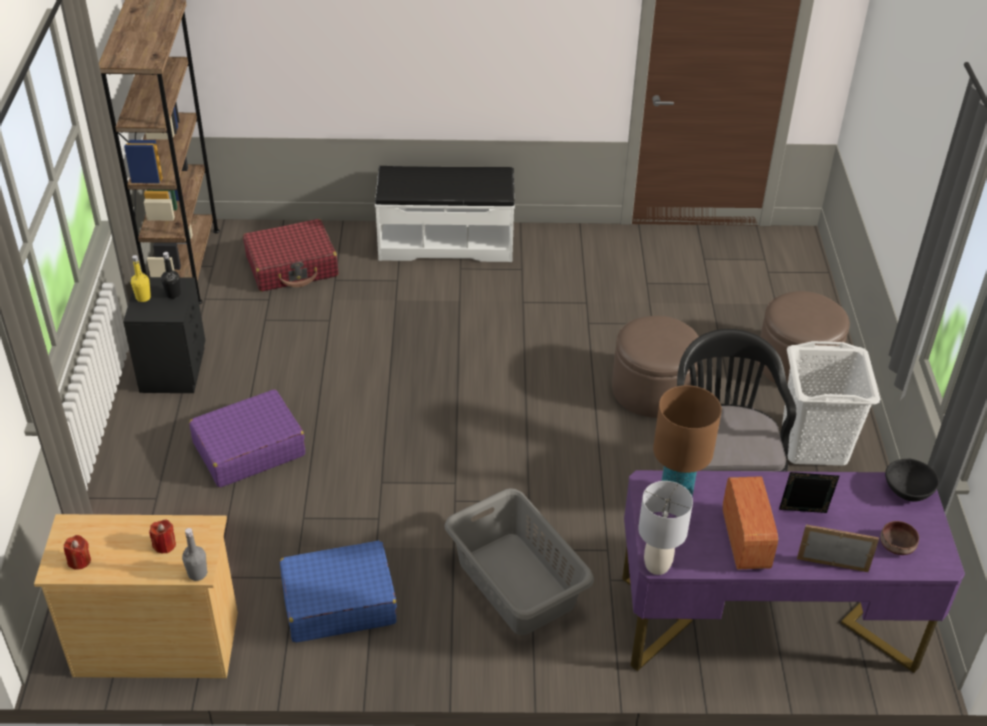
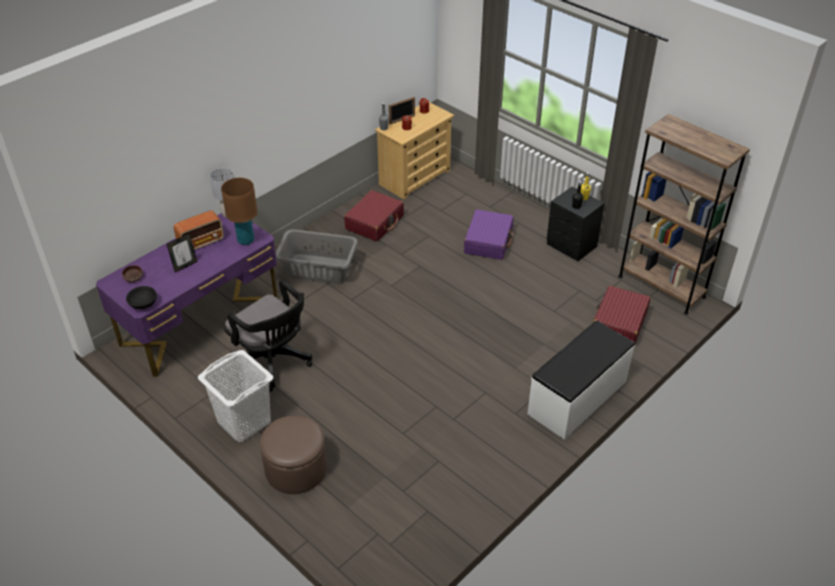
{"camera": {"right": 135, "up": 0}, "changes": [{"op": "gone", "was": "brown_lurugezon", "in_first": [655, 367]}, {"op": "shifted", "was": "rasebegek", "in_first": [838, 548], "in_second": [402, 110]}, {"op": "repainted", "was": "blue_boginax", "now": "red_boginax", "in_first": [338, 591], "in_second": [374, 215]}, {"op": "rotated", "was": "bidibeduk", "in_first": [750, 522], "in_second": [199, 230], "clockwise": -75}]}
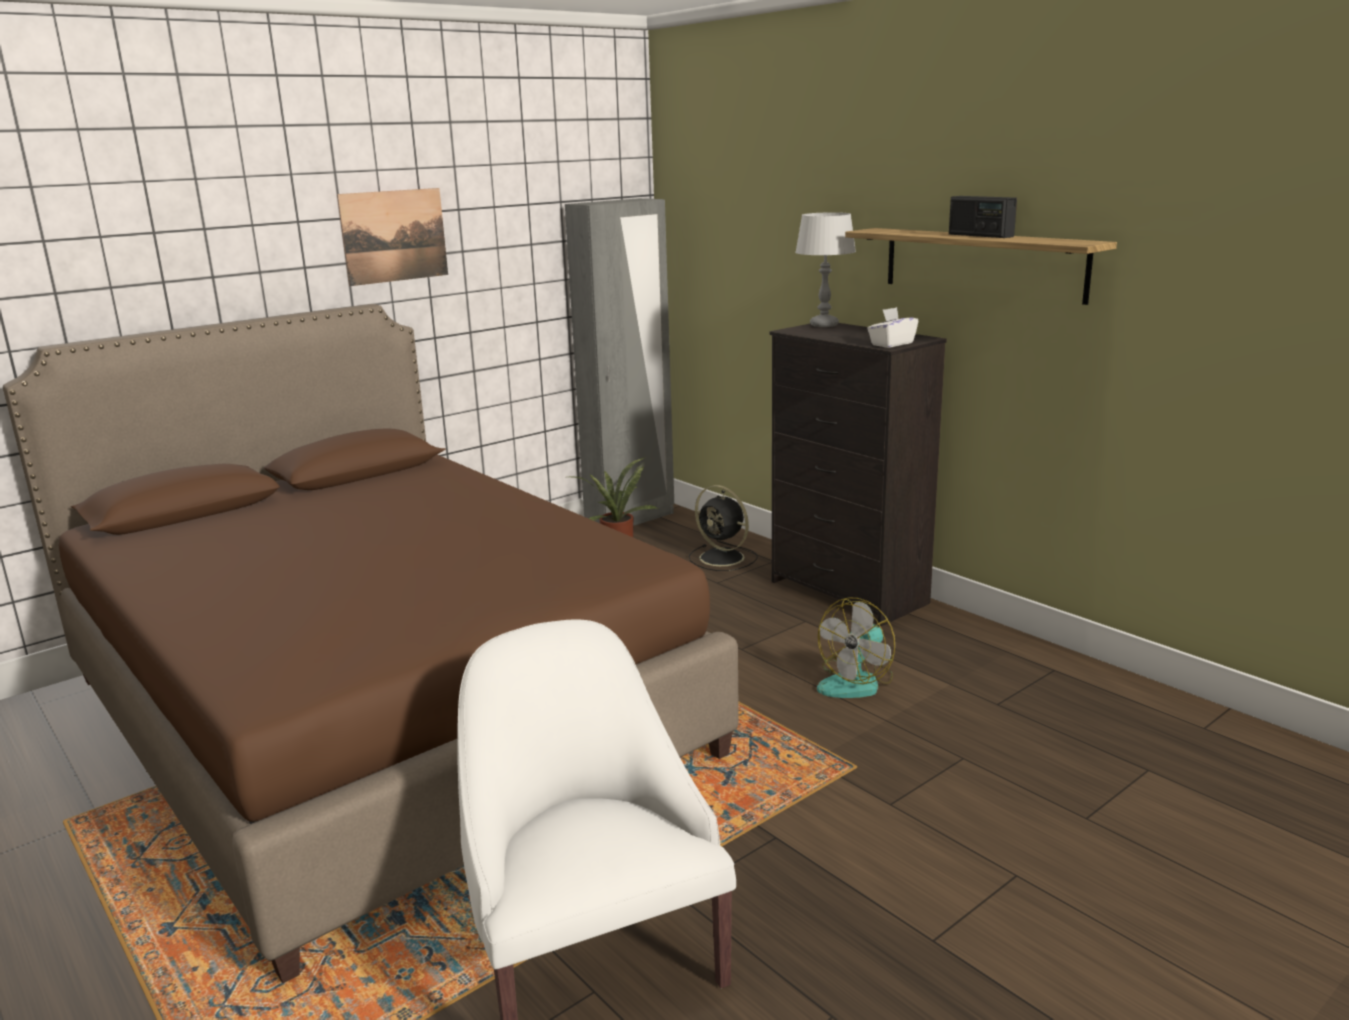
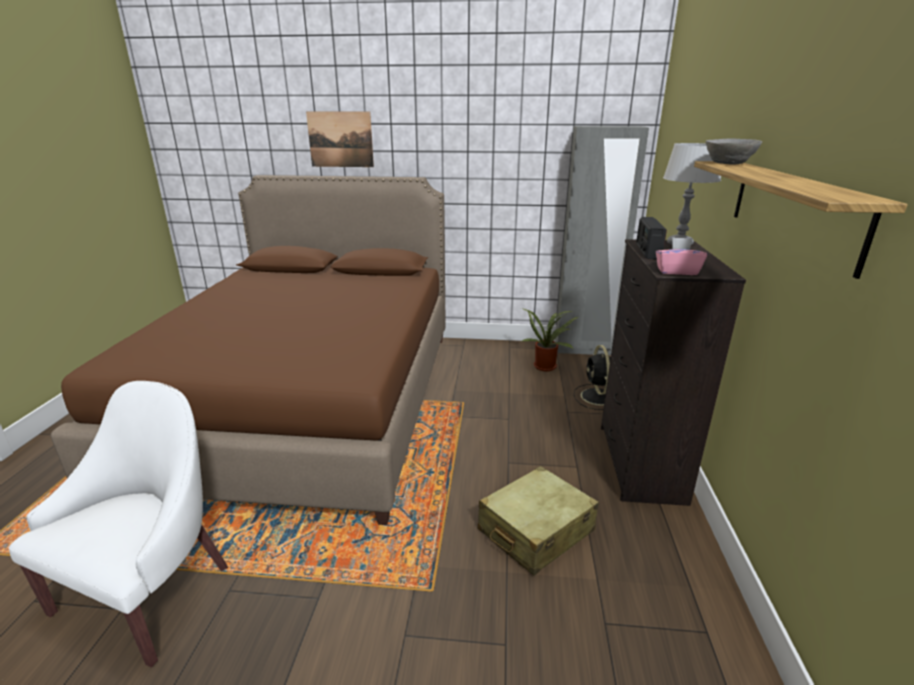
{"camera": {"right": 45, "up": 5}, "changes": [{"op": "new", "now": "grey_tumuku", "in_second": [734, 152]}, {"op": "shifted", "was": "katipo", "in_first": [392, 237], "in_second": [340, 139]}, {"op": "shifted", "was": "bidibeduk", "in_first": [983, 217], "in_second": [651, 238]}, {"op": "swapped", "was": "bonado", "now": "beige_boginax", "in_first": [856, 647], "in_second": [538, 520]}, {"op": "repainted", "was": "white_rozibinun", "now": "pink_rozibinun", "in_first": [893, 327], "in_second": [681, 256]}]}
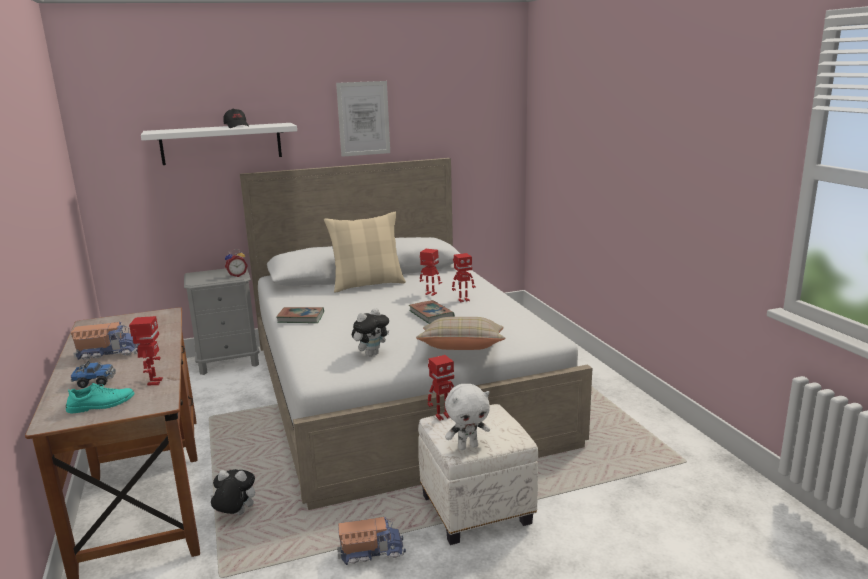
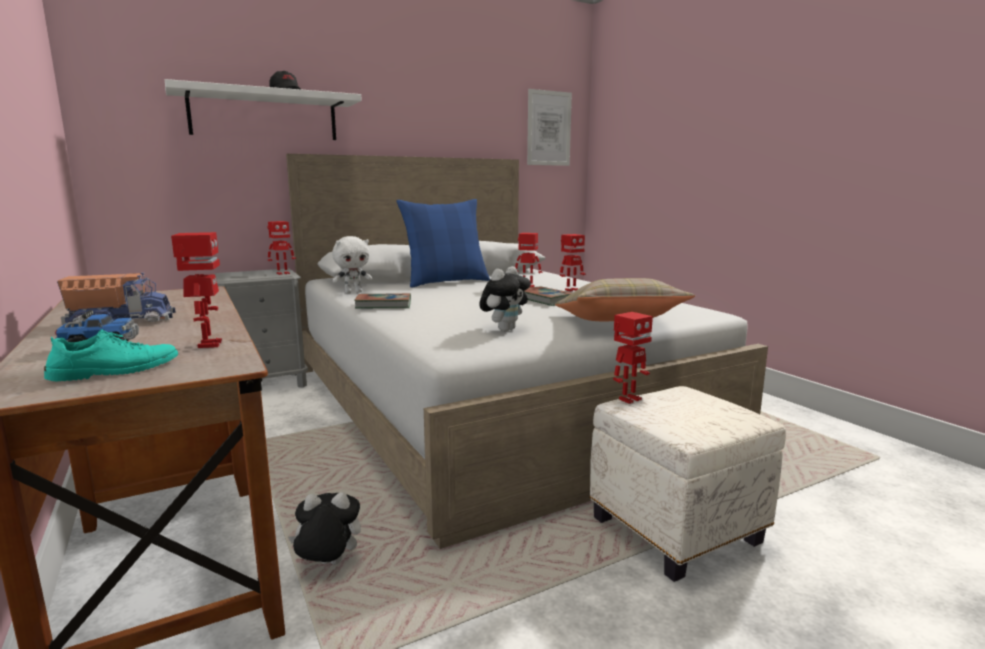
{"camera": {"right": -10, "up": -5}, "changes": [{"op": "gone", "was": "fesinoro", "in_first": [371, 541]}, {"op": "shifted", "was": "katipo", "in_first": [363, 119], "in_second": [549, 127]}, {"op": "shifted", "was": "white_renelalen", "in_first": [467, 417], "in_second": [352, 265]}, {"op": "swapped", "was": "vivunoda", "now": "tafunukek", "in_first": [236, 263], "in_second": [281, 248]}, {"op": "repainted", "was": "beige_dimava", "now": "blue_dimava", "in_first": [365, 252], "in_second": [443, 243]}]}
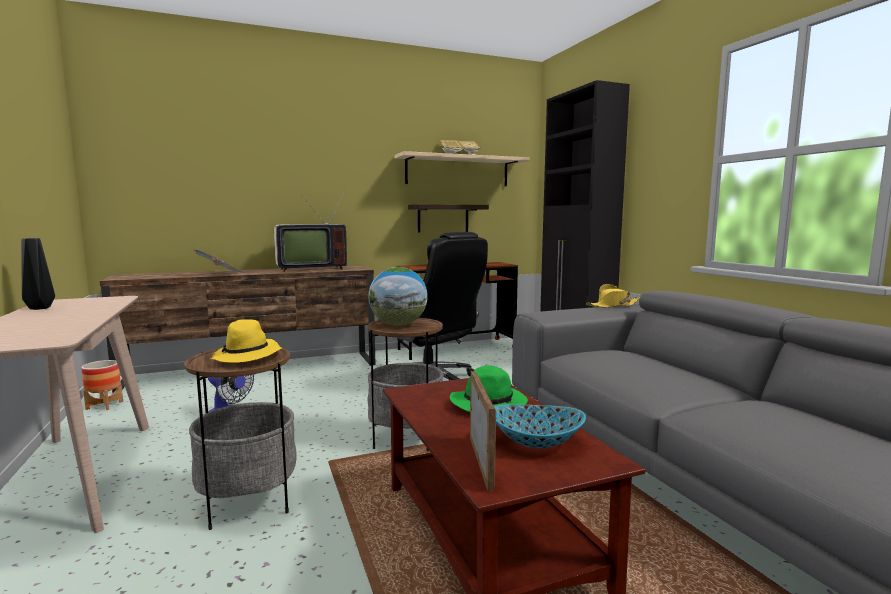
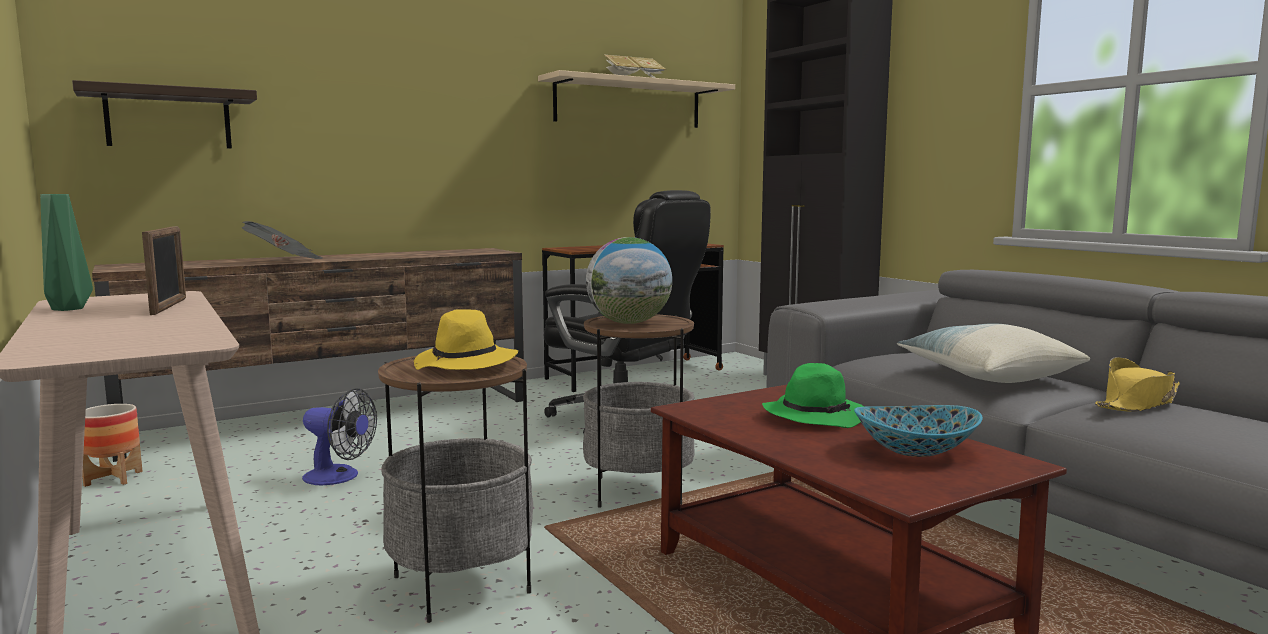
{"camera": {"right": -10, "up": 0}, "changes": [{"op": "gone", "was": "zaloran", "in_first": [310, 232]}, {"op": "new", "now": "dimava", "in_second": [993, 353]}, {"op": "shifted", "was": "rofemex", "in_first": [448, 218], "in_second": [164, 114]}, {"op": "shifted", "was": "rasebegek", "in_first": [483, 431], "in_second": [164, 270]}, {"op": "shifted", "was": "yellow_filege", "in_first": [613, 296], "in_second": [1137, 384]}, {"op": "repainted", "was": "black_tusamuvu", "now": "green_tusamuvu", "in_first": [38, 274], "in_second": [66, 252]}]}
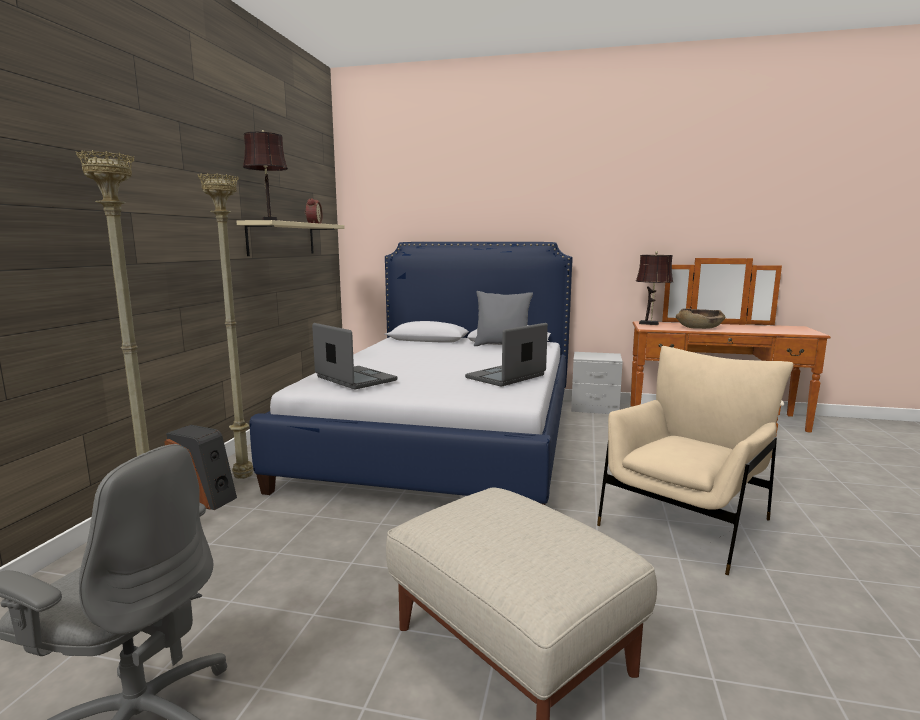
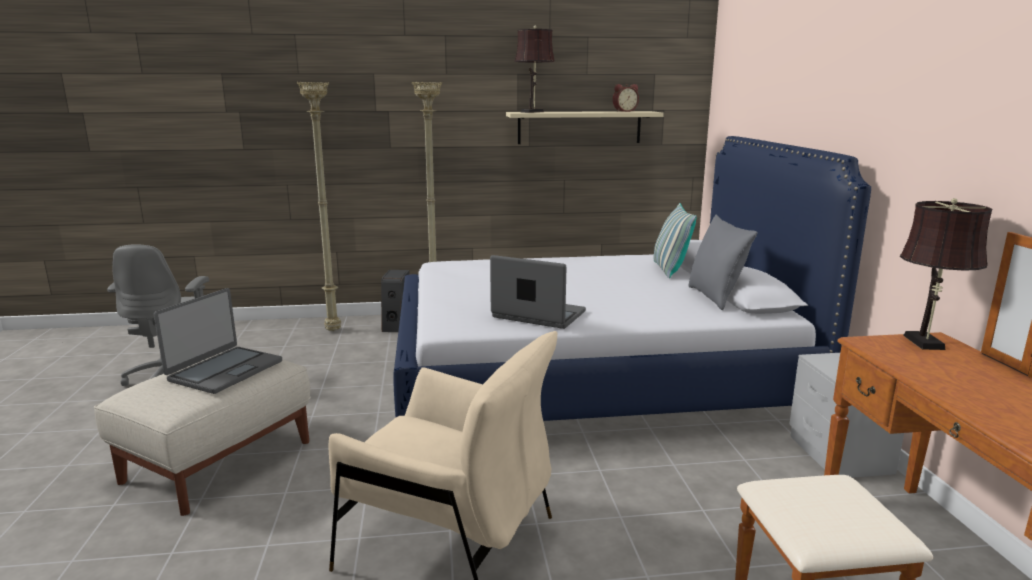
{"camera": {"right": 70, "up": 5}, "changes": [{"op": "gone", "was": "brown_tumuku", "in_first": [700, 318]}, {"op": "new", "now": "dimava", "in_second": [675, 240]}, {"op": "shifted", "was": "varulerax", "in_first": [354, 356], "in_second": [218, 341]}]}
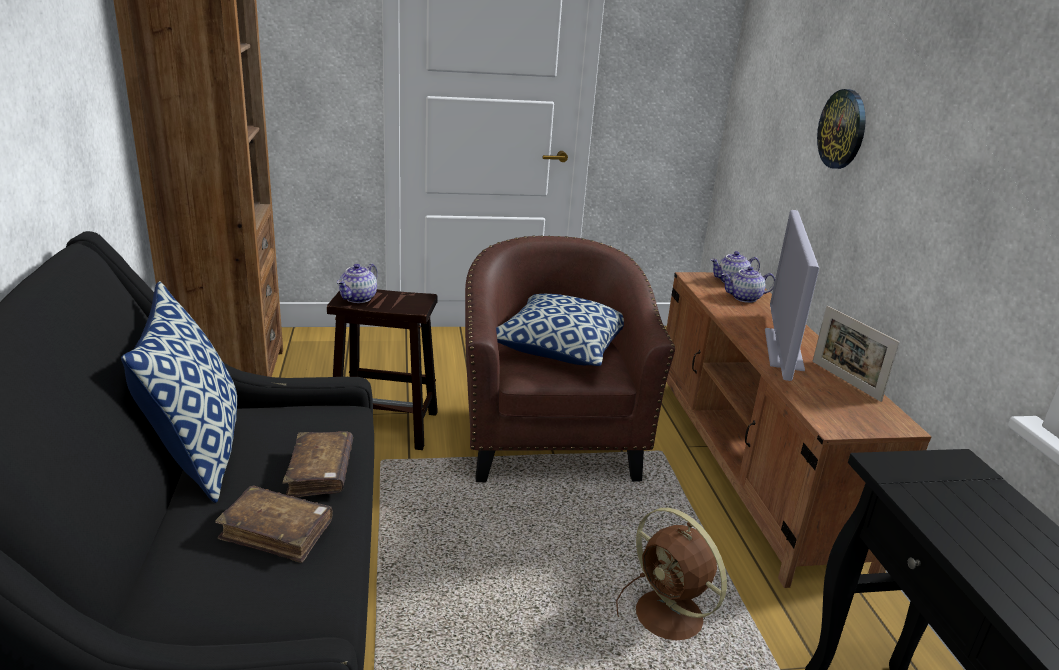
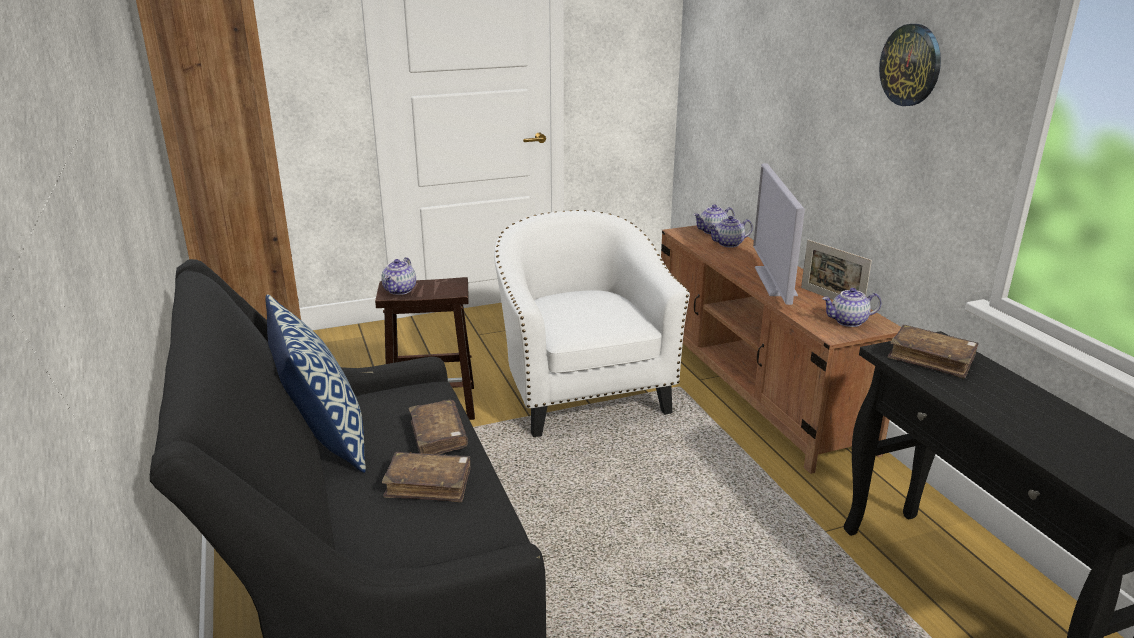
{"camera": {"right": -10, "up": 0}, "changes": [{"op": "gone", "was": "dimava", "in_first": [560, 330]}, {"op": "gone", "was": "brown_bonado", "in_first": [671, 574]}, {"op": "new", "now": "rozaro", "in_second": [851, 307]}, {"op": "new", "now": "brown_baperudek", "in_second": [933, 352]}, {"op": "shifted", "was": "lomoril", "in_first": [841, 129], "in_second": [910, 65]}, {"op": "repainted", "was": "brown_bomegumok", "now": "white_bomegumok", "in_first": [570, 358], "in_second": [592, 323]}]}
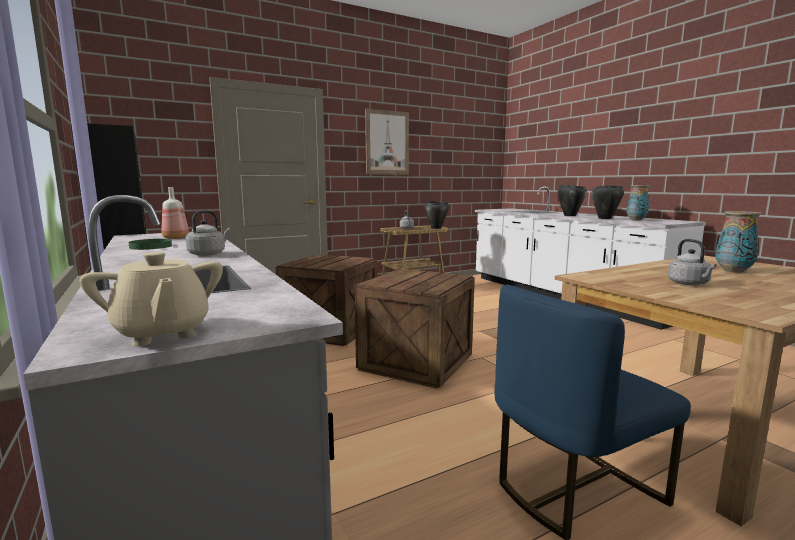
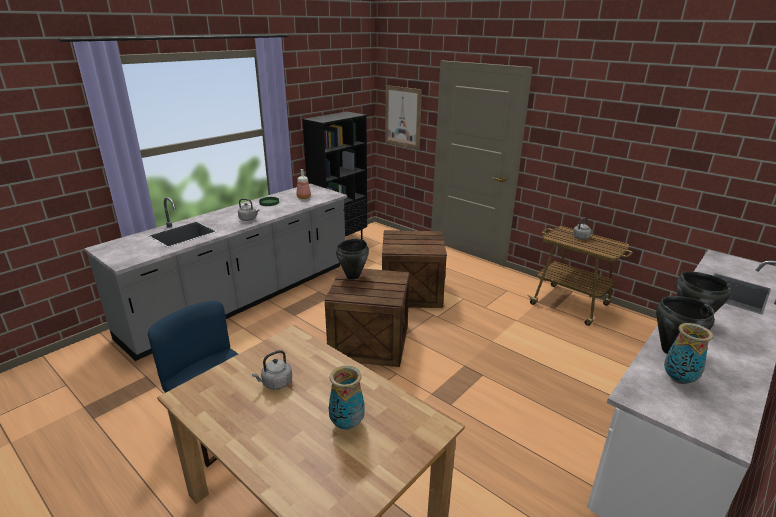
{"camera": {"right": 70, "up": 15}, "changes": [{"op": "gone", "was": "beige_rozaro", "in_first": [151, 299]}, {"op": "shifted", "was": "katipo", "in_first": [387, 142], "in_second": [403, 117]}, {"op": "shifted", "was": "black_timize", "in_first": [436, 215], "in_second": [352, 259]}]}
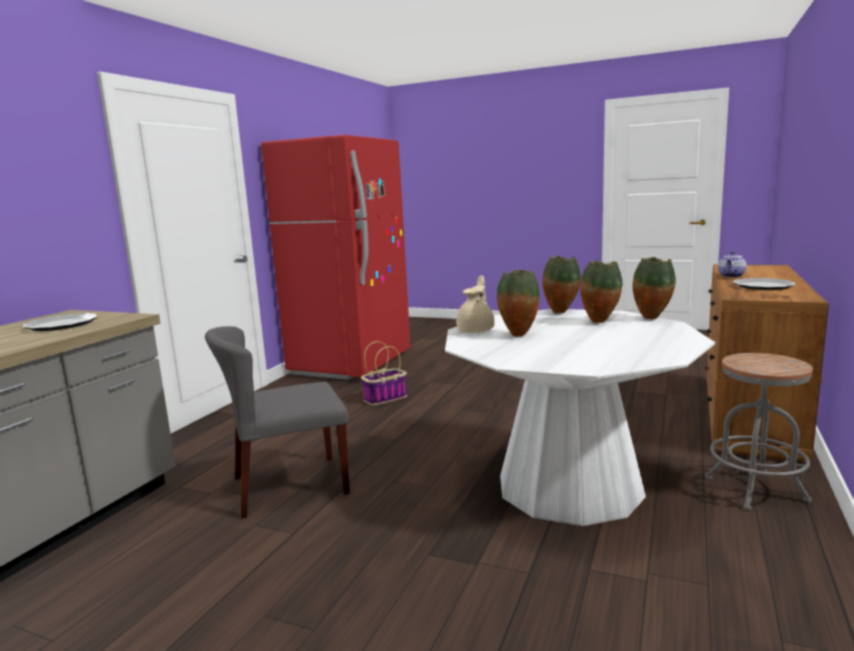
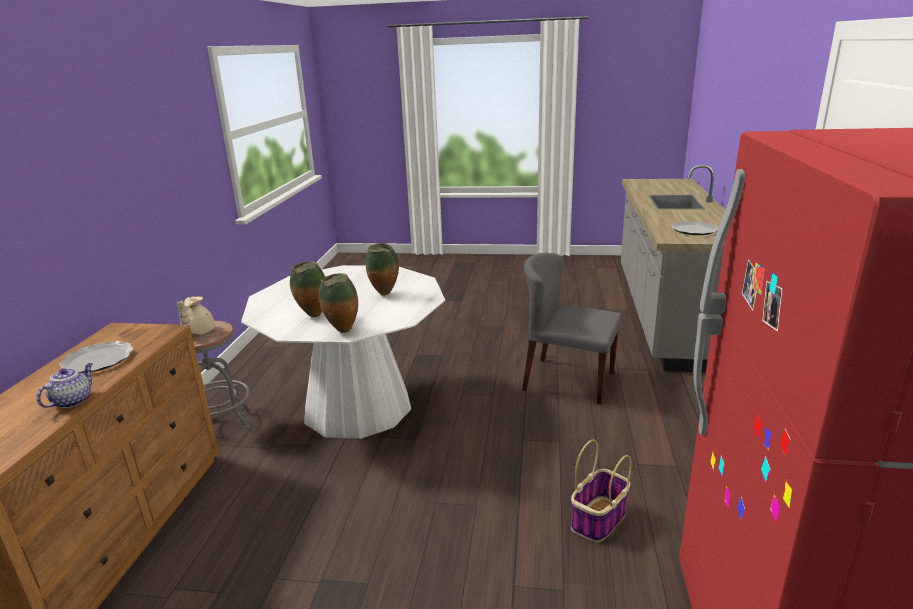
{"camera": {"right": 165, "up": 10}, "changes": [{"op": "gone", "was": "tusamuvu", "in_first": [654, 288]}, {"op": "shifted", "was": "beige_rozaro", "in_first": [475, 304], "in_second": [196, 315]}, {"op": "rotated", "was": "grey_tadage", "in_first": [277, 422], "in_second": [571, 329], "clockwise": -120}]}
